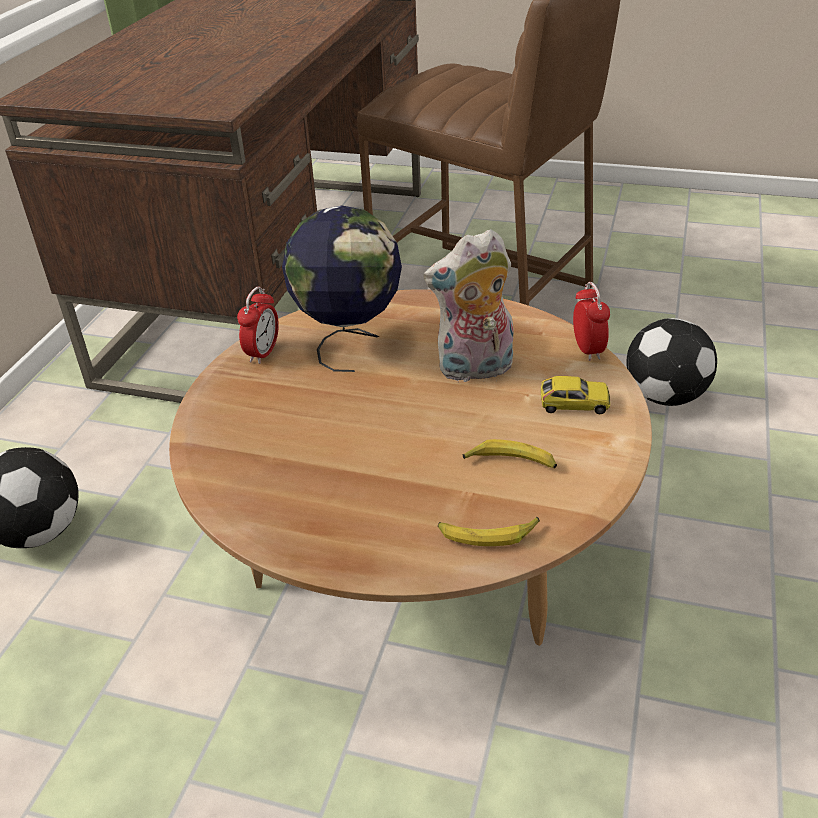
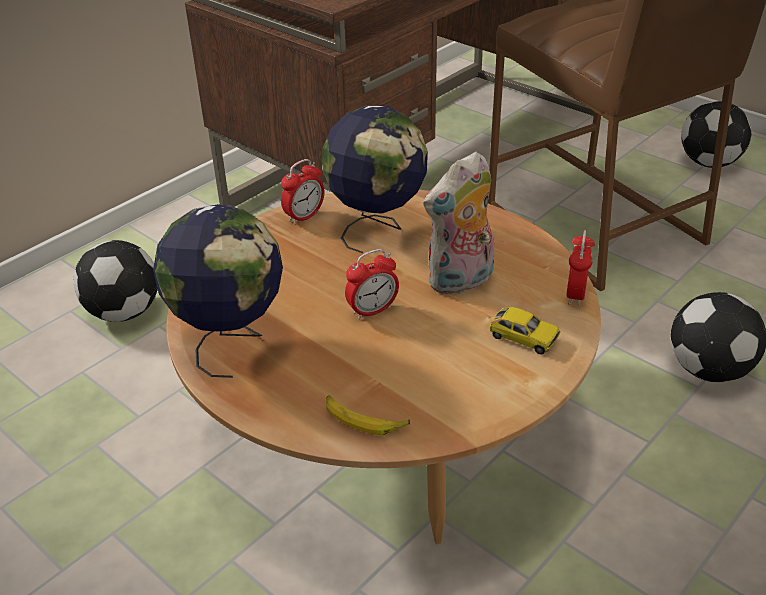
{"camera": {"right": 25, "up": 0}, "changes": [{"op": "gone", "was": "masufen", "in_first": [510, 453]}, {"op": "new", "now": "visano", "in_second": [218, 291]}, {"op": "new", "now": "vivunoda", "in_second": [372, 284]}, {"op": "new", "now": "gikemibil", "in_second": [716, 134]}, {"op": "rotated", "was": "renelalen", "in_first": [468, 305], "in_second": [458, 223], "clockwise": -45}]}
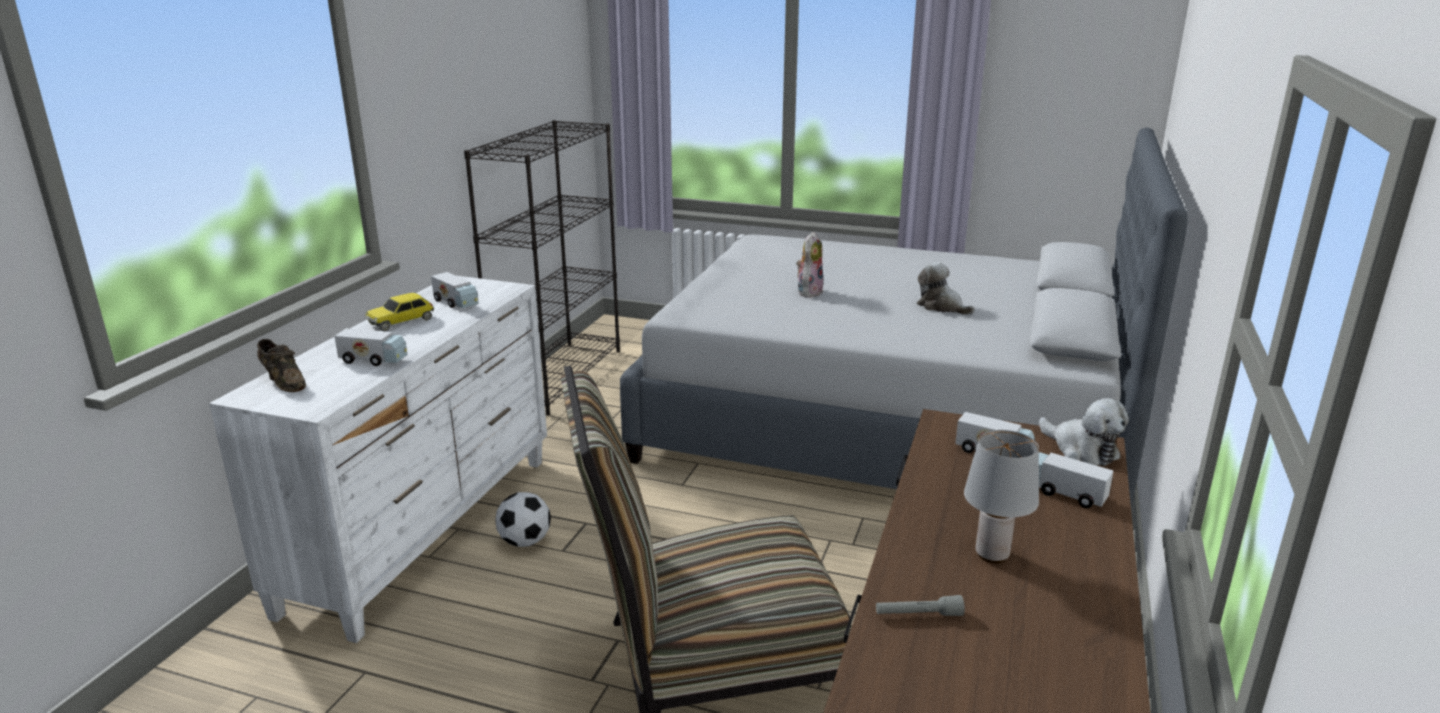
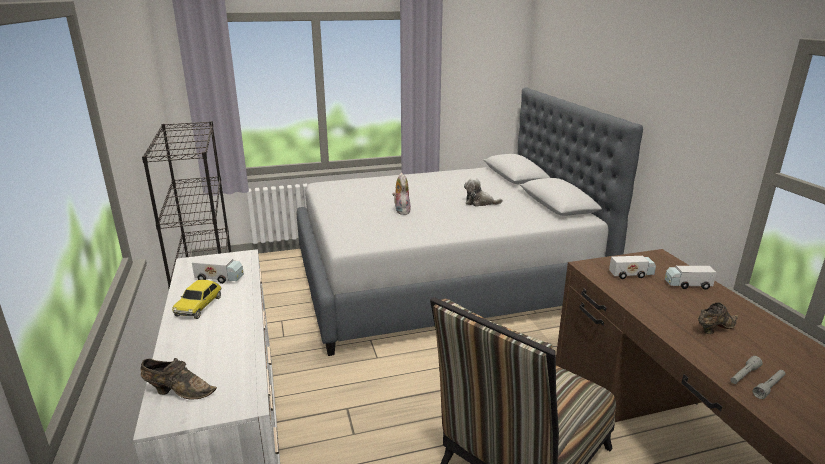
{"camera": {"right": -35, "up": 0}, "changes": [{"op": "gone", "was": "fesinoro", "in_first": [370, 347]}, {"op": "gone", "was": "gikemibil", "in_first": [523, 519]}, {"op": "gone", "was": "renelalen", "in_first": [1084, 432]}, {"op": "new", "now": "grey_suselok", "in_second": [769, 384]}, {"op": "swapped", "was": "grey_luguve", "now": "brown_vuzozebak", "in_first": [1001, 496], "in_second": [718, 318]}]}
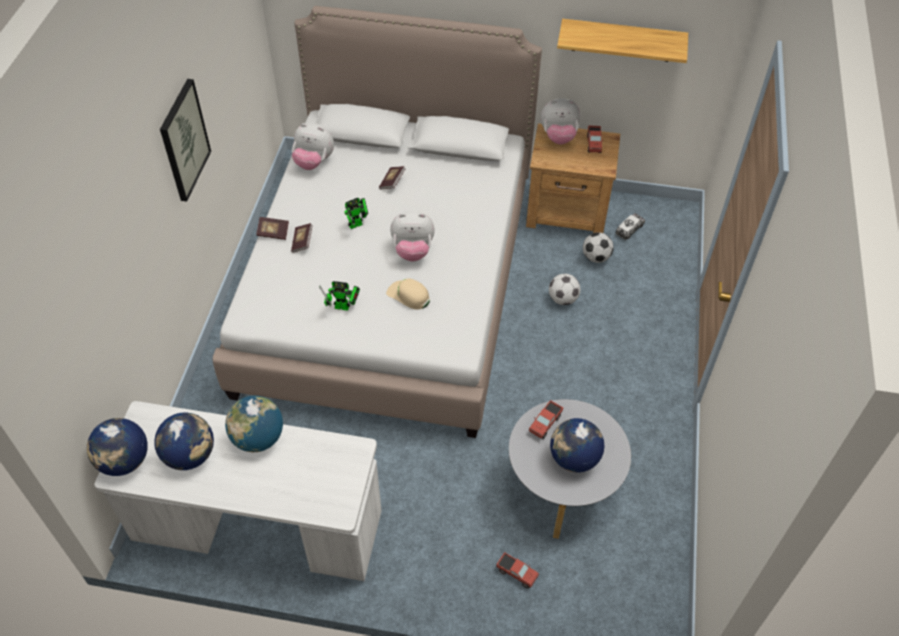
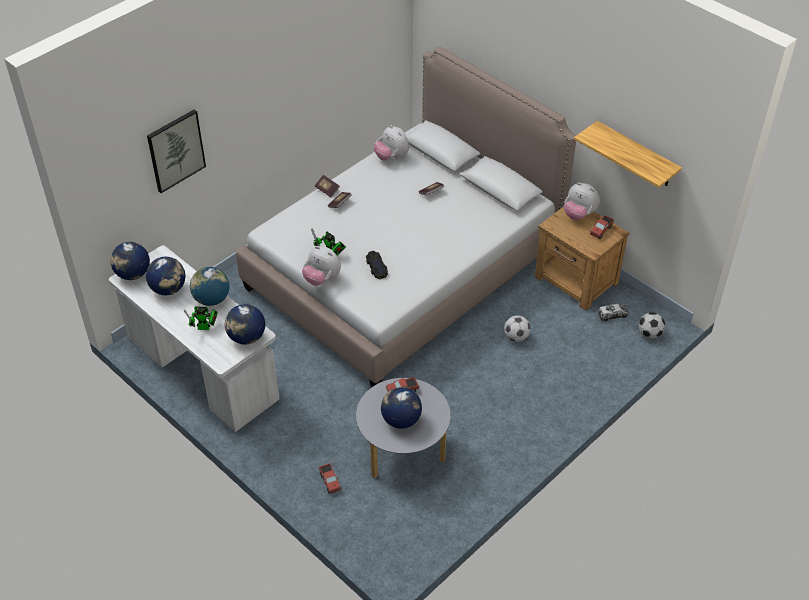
{"camera": {"right": 35, "up": -5}, "changes": [{"op": "new", "now": "visano", "in_second": [245, 324]}, {"op": "shifted", "was": "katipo", "in_first": [185, 140], "in_second": [176, 151]}, {"op": "shifted", "was": "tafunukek", "in_first": [356, 213], "in_second": [201, 318]}, {"op": "shifted", "was": "renelalen", "in_first": [412, 236], "in_second": [321, 266]}, {"op": "shifted", "was": "gikemibil", "in_first": [598, 247], "in_second": [651, 325]}, {"op": "swapped", "was": "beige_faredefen", "now": "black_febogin", "in_first": [408, 294], "in_second": [377, 265]}]}
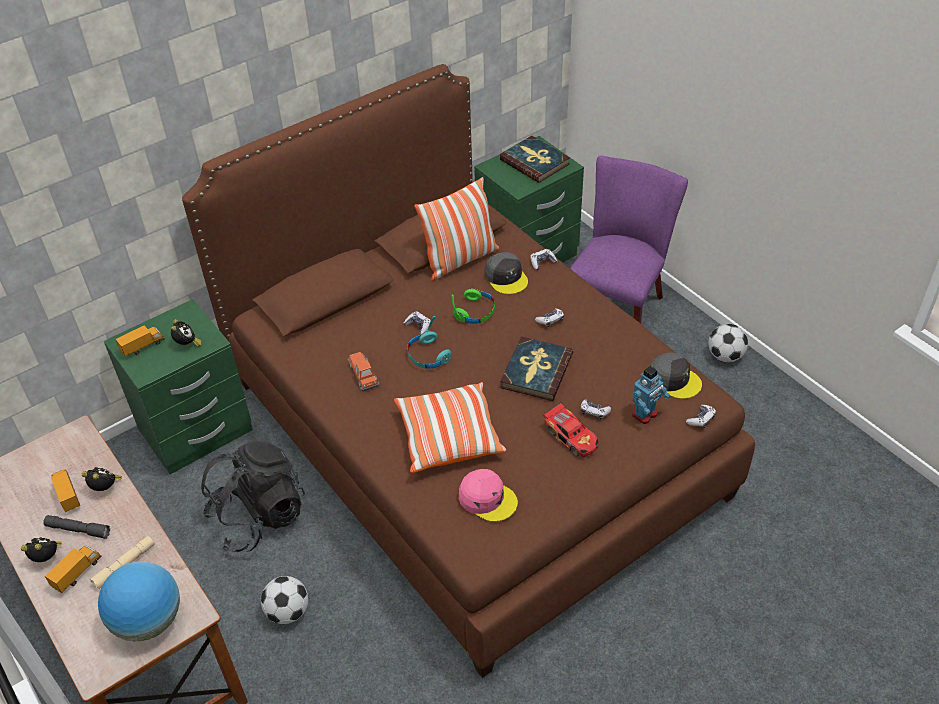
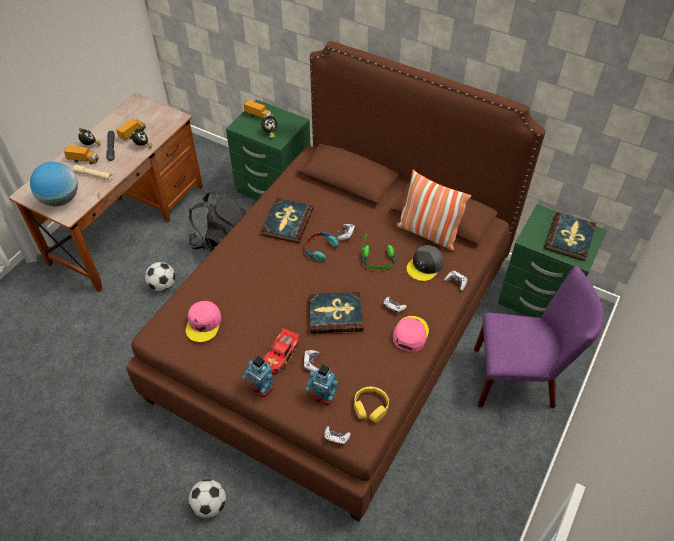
{"camera": {"right": 65, "up": 5}, "changes": [{"op": "gone", "was": "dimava", "in_first": [450, 427]}, {"op": "new", "now": "tafunukek", "in_second": [258, 376]}, {"op": "new", "now": "pink_faredefen", "in_second": [411, 334]}, {"op": "shifted", "was": "gikemibil", "in_first": [728, 343], "in_second": [207, 498]}, {"op": "swapped", "was": "febogin", "now": "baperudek", "in_first": [363, 371], "in_second": [287, 220]}, {"op": "swapped", "was": "grey_faredefen", "now": "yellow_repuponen", "in_first": [676, 375], "in_second": [371, 404]}]}
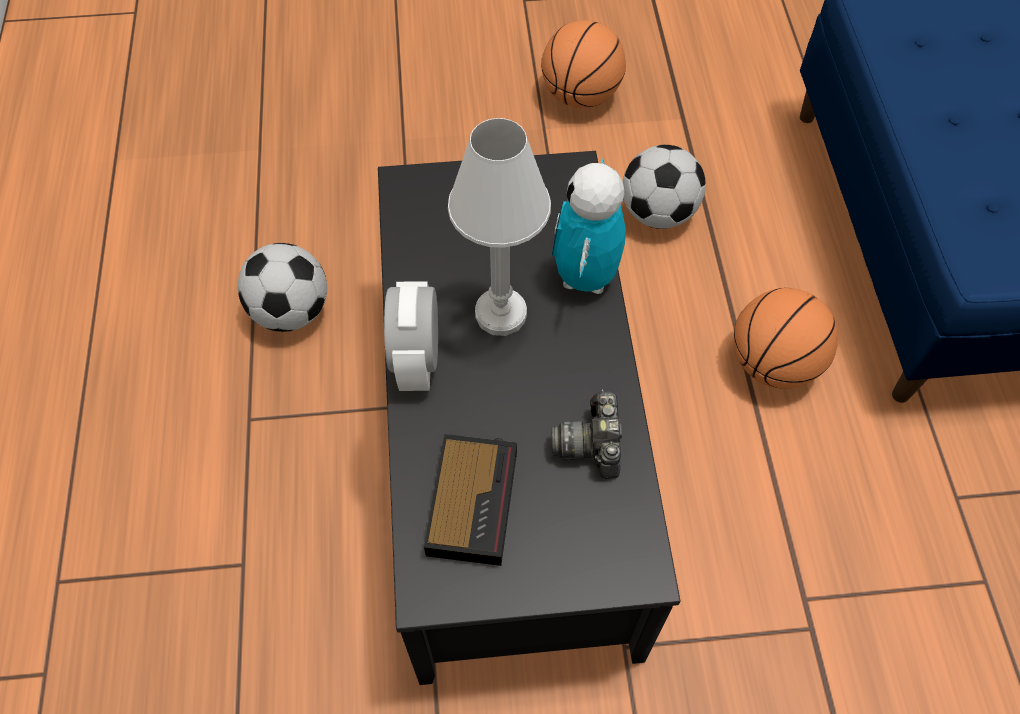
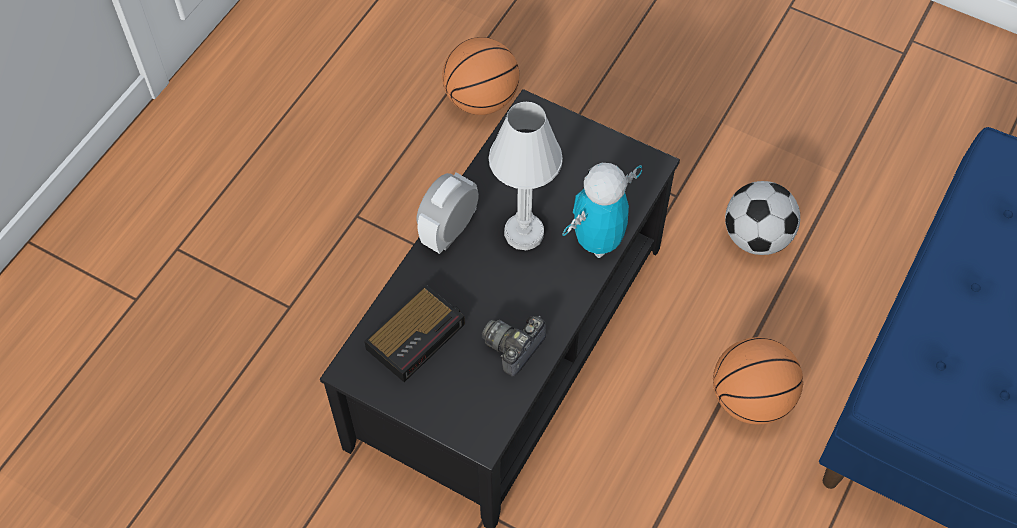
{"camera": {"right": 35, "up": 0}, "changes": [{"op": "gone", "was": "gikemibil", "in_first": [282, 287]}, {"op": "shifted", "was": "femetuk", "in_first": [583, 64], "in_second": [480, 76]}]}
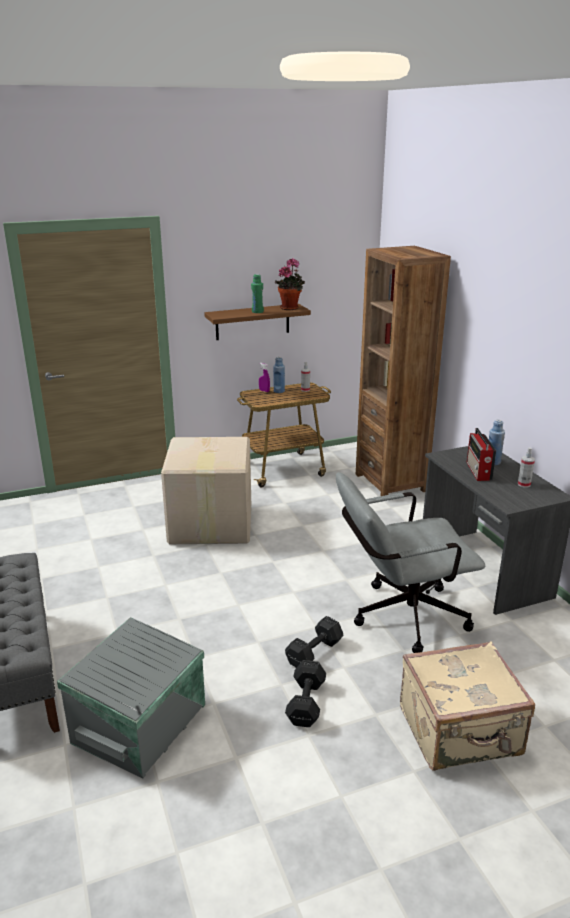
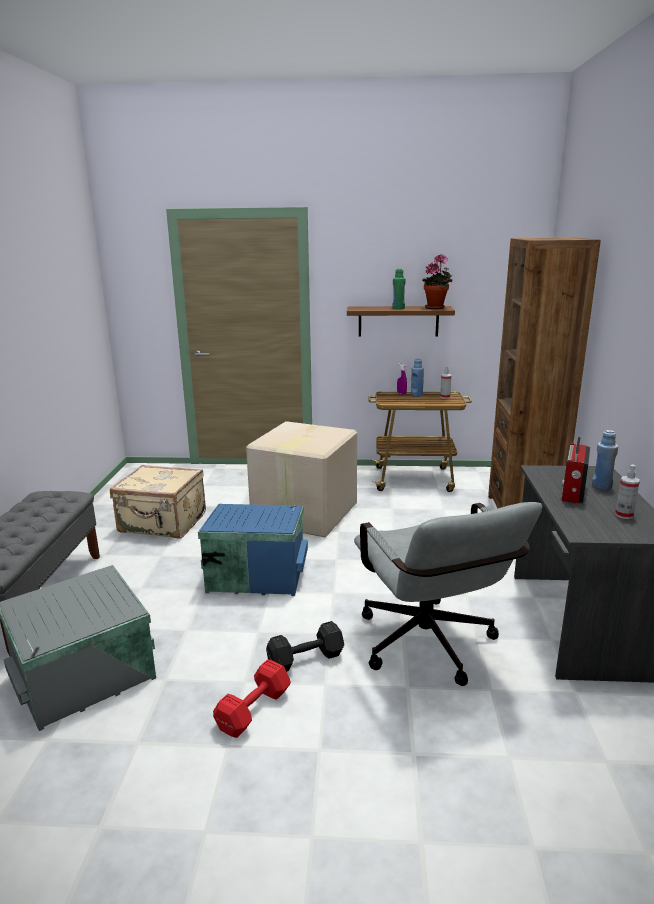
{"camera": {"right": 25, "up": -5}, "changes": [{"op": "new", "now": "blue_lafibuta", "in_second": [253, 550]}, {"op": "shifted", "was": "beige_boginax", "in_first": [467, 706], "in_second": [158, 501]}, {"op": "repainted", "was": "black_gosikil", "now": "red_gosikil", "in_first": [305, 693], "in_second": [252, 698]}, {"op": "rotated", "was": "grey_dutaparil", "in_first": [410, 562], "in_second": [448, 594], "clockwise": -120}]}
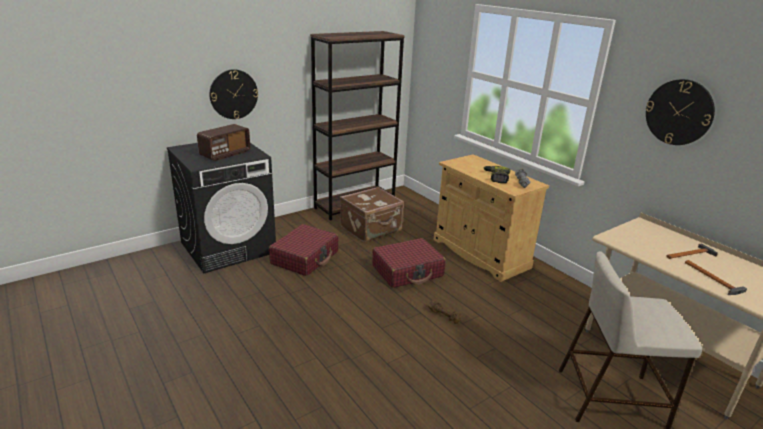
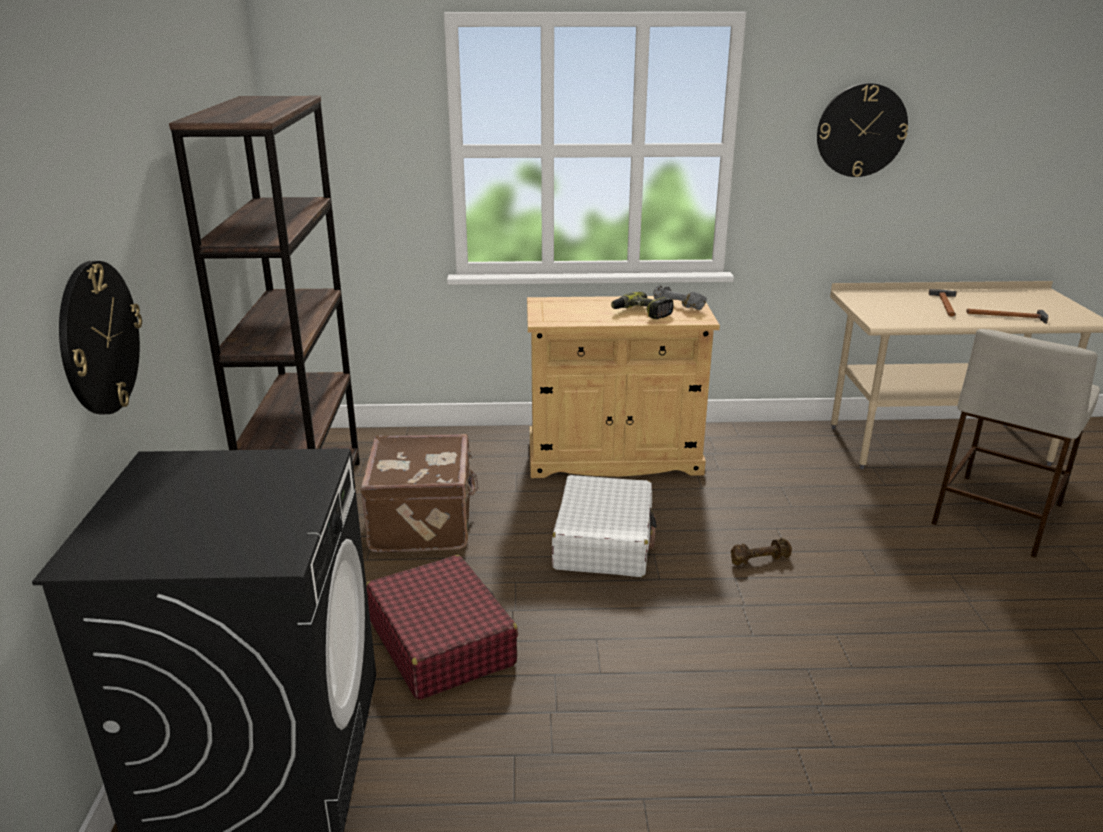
{"camera": {"right": -55, "up": 0}, "changes": [{"op": "gone", "was": "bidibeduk", "in_first": [223, 142]}, {"op": "repainted", "was": "red_boginax", "now": "white_boginax", "in_first": [409, 263], "in_second": [604, 526]}]}
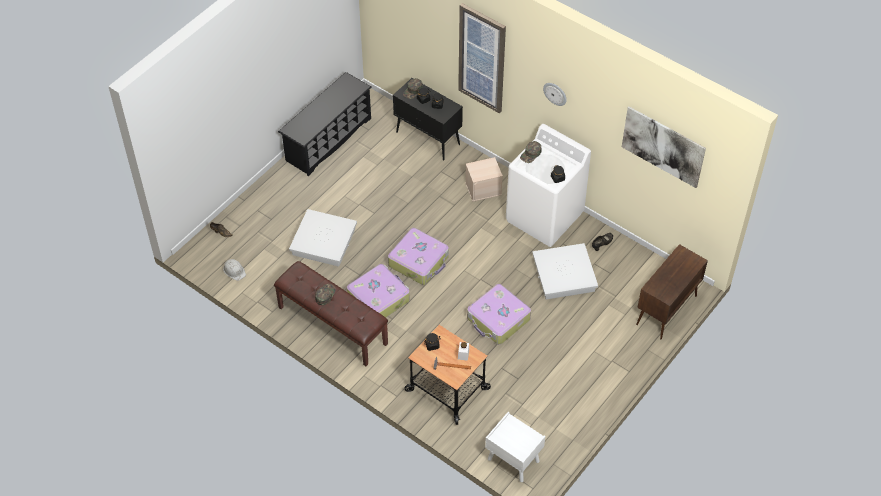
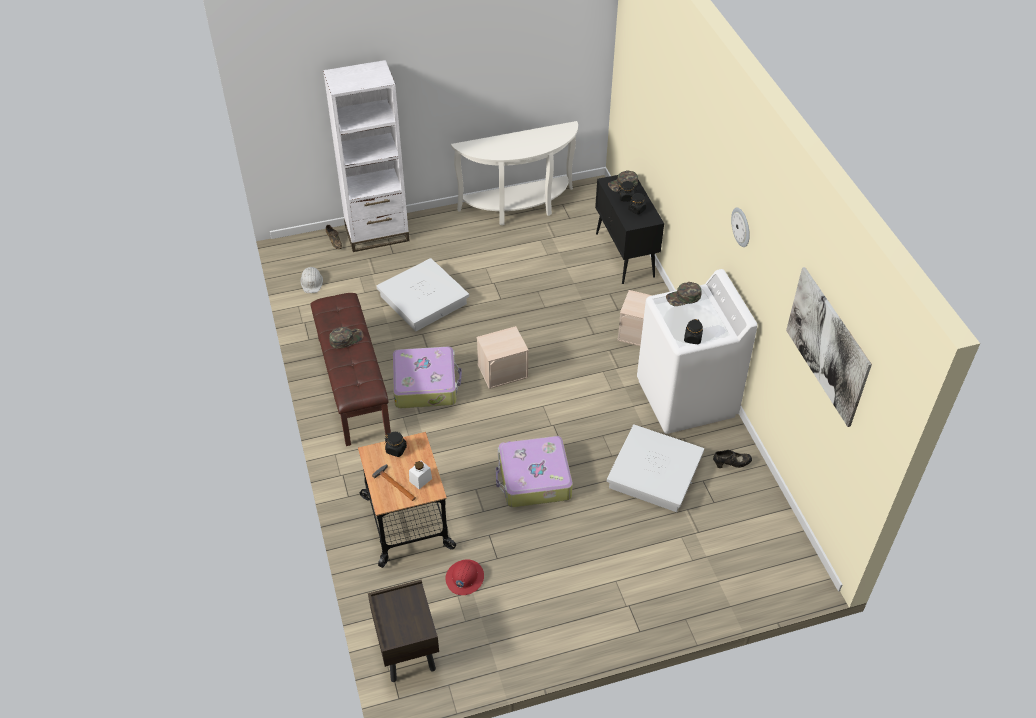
{"camera": {"right": 35, "up": -5}, "changes": [{"op": "gone", "was": "katipo", "in_first": [482, 58]}, {"op": "gone", "was": "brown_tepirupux", "in_first": [672, 292]}, {"op": "new", "now": "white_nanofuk", "in_second": [366, 156]}, {"op": "new", "now": "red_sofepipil", "in_second": [465, 577]}, {"op": "swapped", "was": "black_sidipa", "now": "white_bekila", "in_first": [325, 124], "in_second": [514, 173]}, {"op": "swapped", "was": "boginax", "now": "beige_lafibuta", "in_first": [418, 256], "in_second": [502, 357]}, {"op": "repainted", "was": "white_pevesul", "now": "brown_pevesul", "in_first": [515, 447], "in_second": [403, 631]}]}
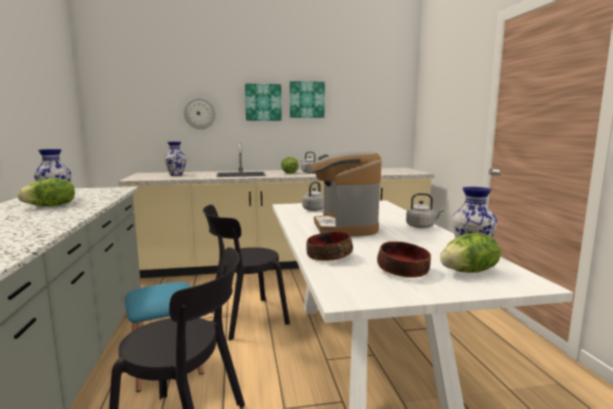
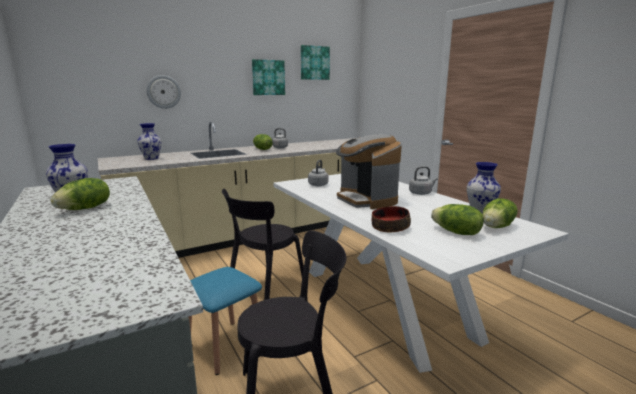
{"camera": {"right": -20, "up": 5}, "changes": [{"op": "shifted", "was": "katipo", "in_first": [263, 102], "in_second": [315, 62]}, {"op": "swapped", "was": "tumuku", "now": "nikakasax", "in_first": [404, 259], "in_second": [457, 219]}]}
